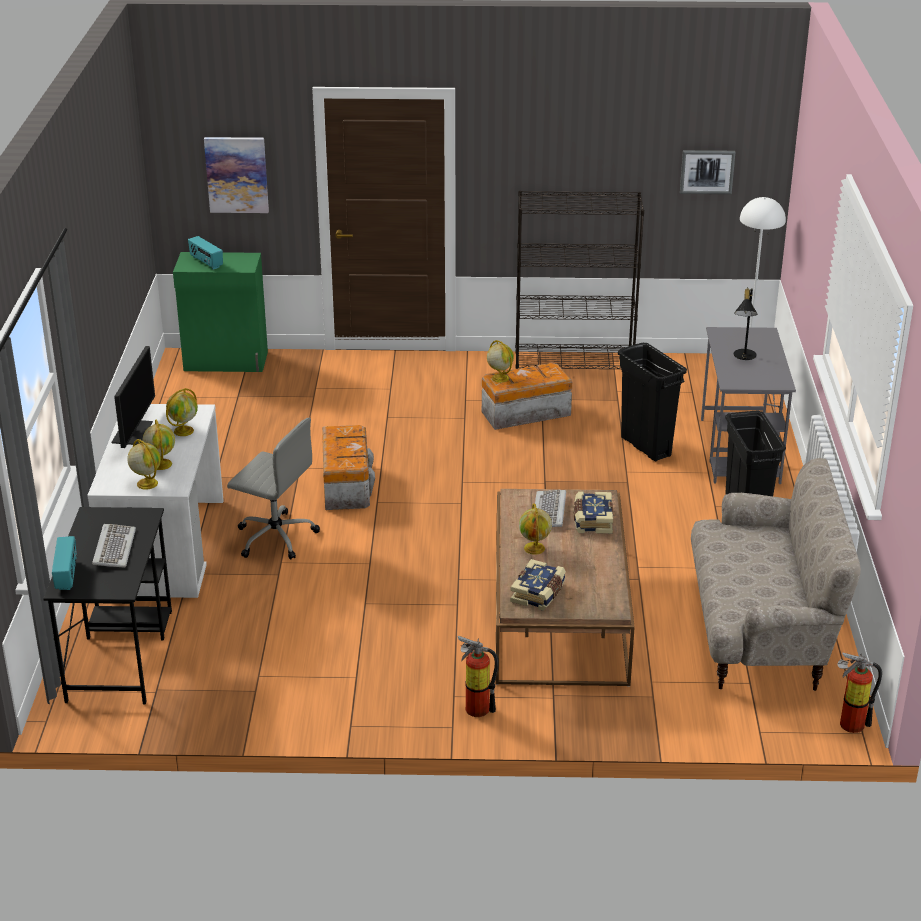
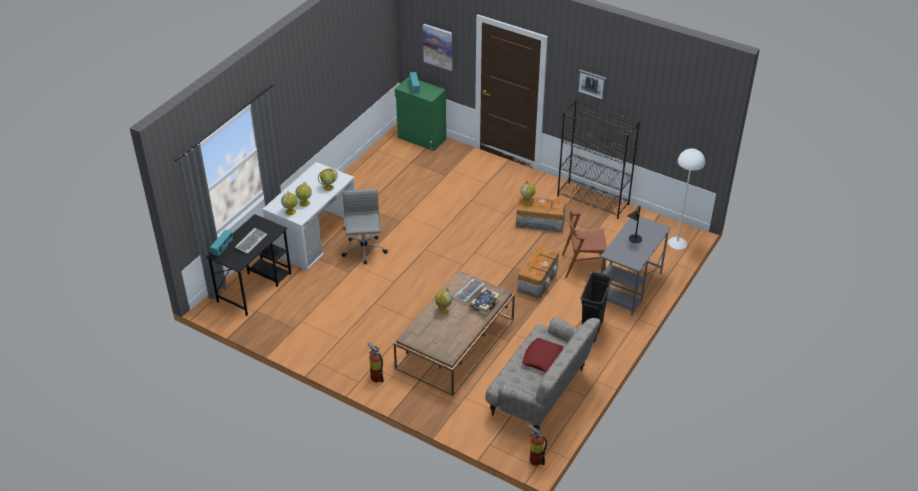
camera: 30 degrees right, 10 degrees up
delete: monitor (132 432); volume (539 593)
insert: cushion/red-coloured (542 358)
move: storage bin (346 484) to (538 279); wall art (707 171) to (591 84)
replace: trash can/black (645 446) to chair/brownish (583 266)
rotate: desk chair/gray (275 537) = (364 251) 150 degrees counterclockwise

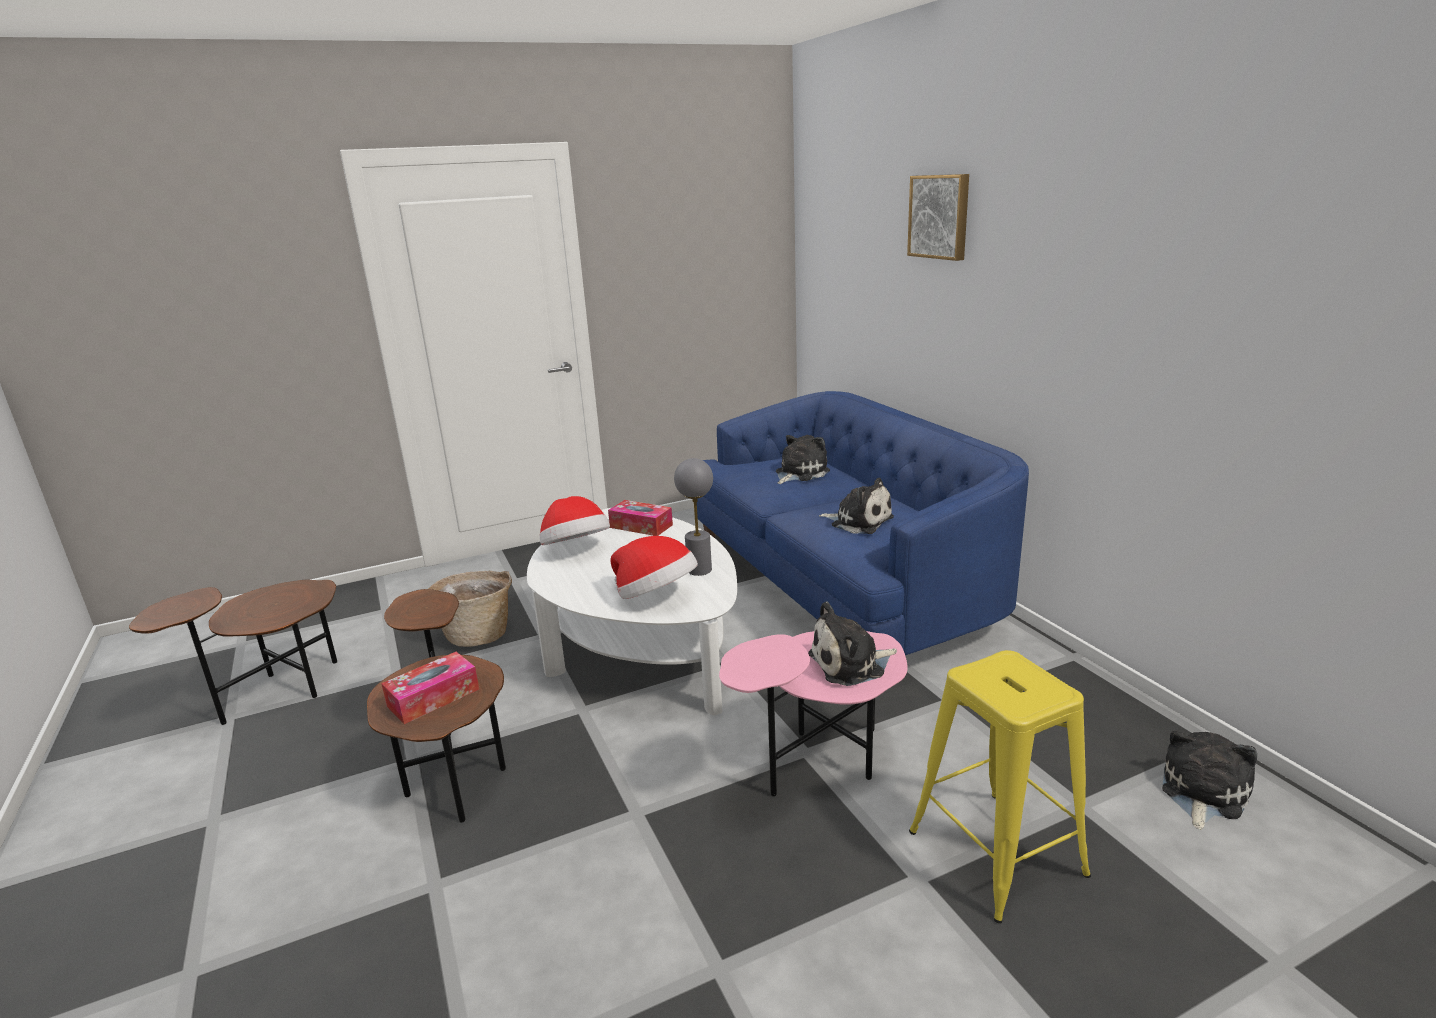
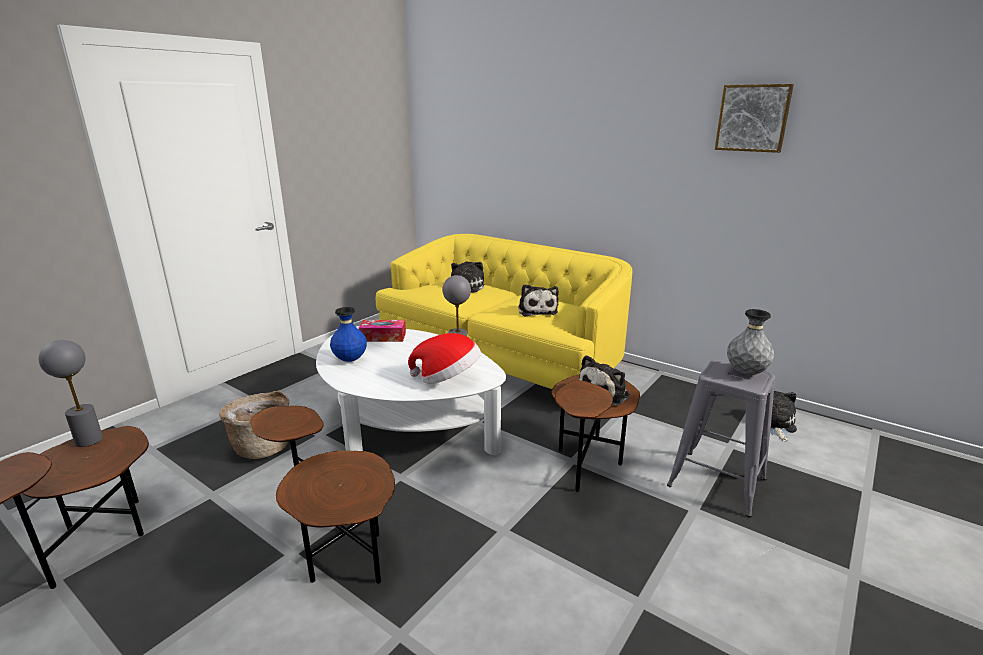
camera: 30 degrees left, 0 degrees up
delete: box of tissues (433 697)
insert: lamp for a table/gray (89 440); decorative vase/gray (746 373)
move: wall art (940 216) to (753 118)
replace: wearable hat (576 549) to decorative vase/bluish (350 360)
recolor: couch/bluish (842 583) to couch/yellow-coloured (502 358); side table/pink-coloured (820 765) to side table/brownish (587 465); stool seat/yellow-coloured (996 853) to stool seat/gray (716 482)
rotate: plush toy (858 521) = (537 310) 75 degrees clockwise

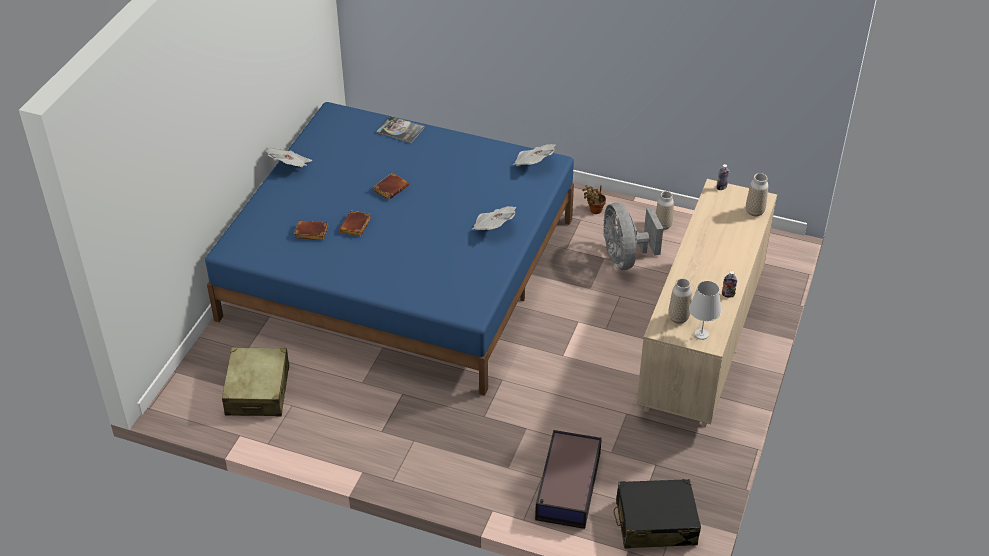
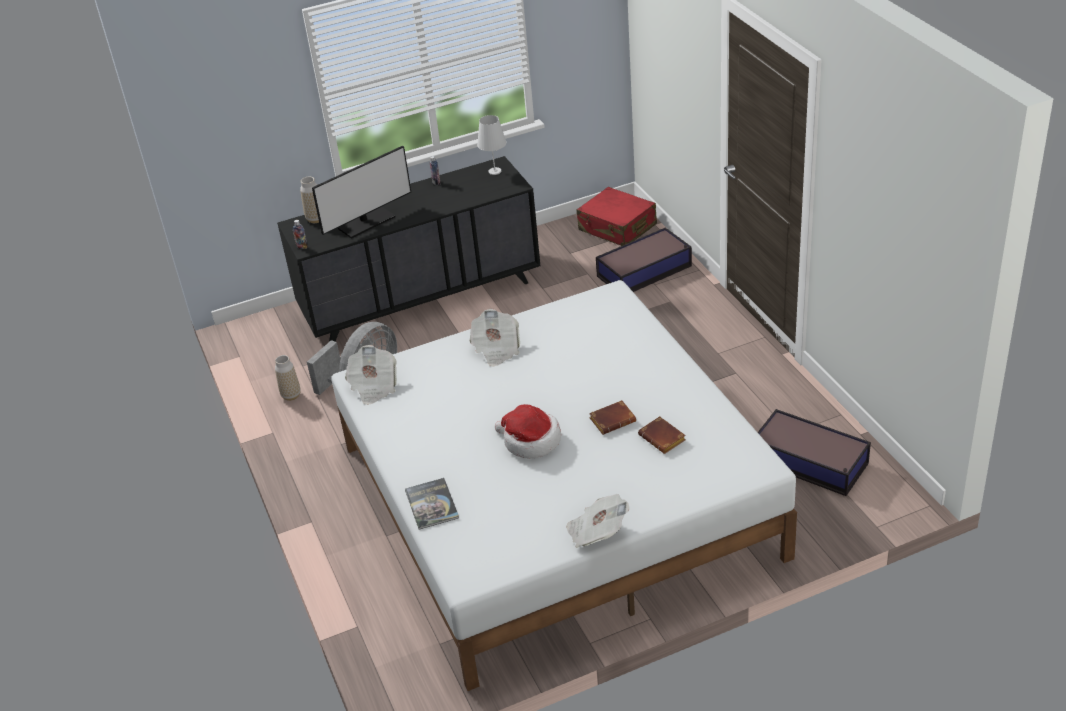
camera: 130 degrees left, 5 degrees down
delete: houseplant (594 210); decorative vase (678 318)
insert: monitor (366 223)
replace: volume/brownish (391 188) to wearable hat (530 441); suitcase/beige-coloured (258 391) to storage bin (810 462)
recolor: dresser/beige-coloured (701 344) to dresser/black (421 299); bed/bluish (400 268) to bed/white-coloured (555 500); suitcase/black (655 523) to suitcase/red-coloured (617 228)

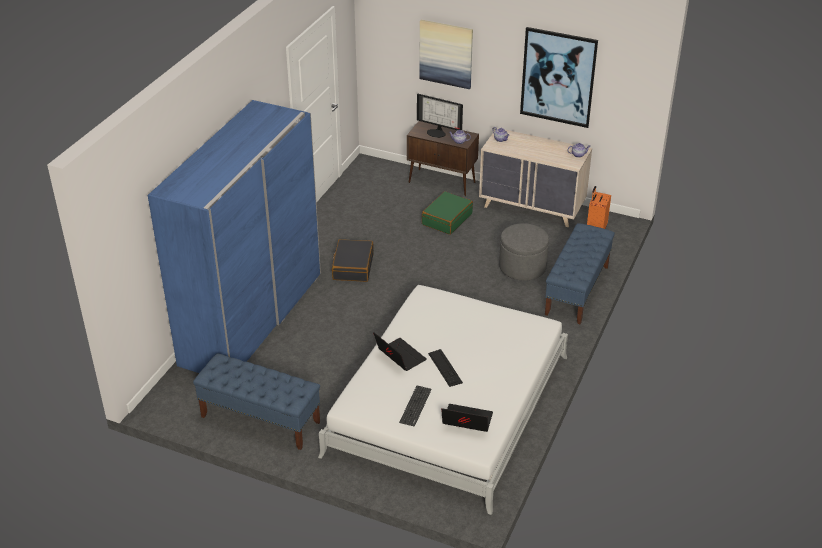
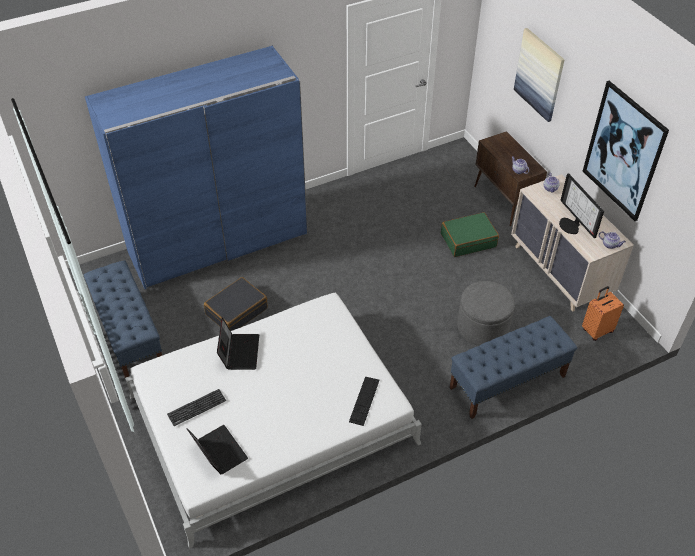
camera: 40 degrees right, 10 degrees up
move: suitcase/black (352 267) to (236 311); PC keyboard (445 368) to (364 400); monitor (437 132) to (571 225)

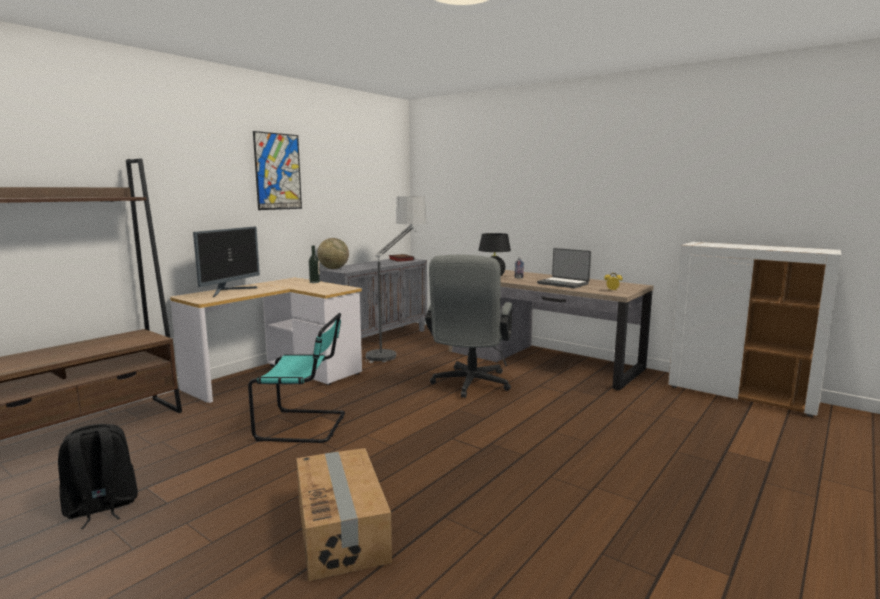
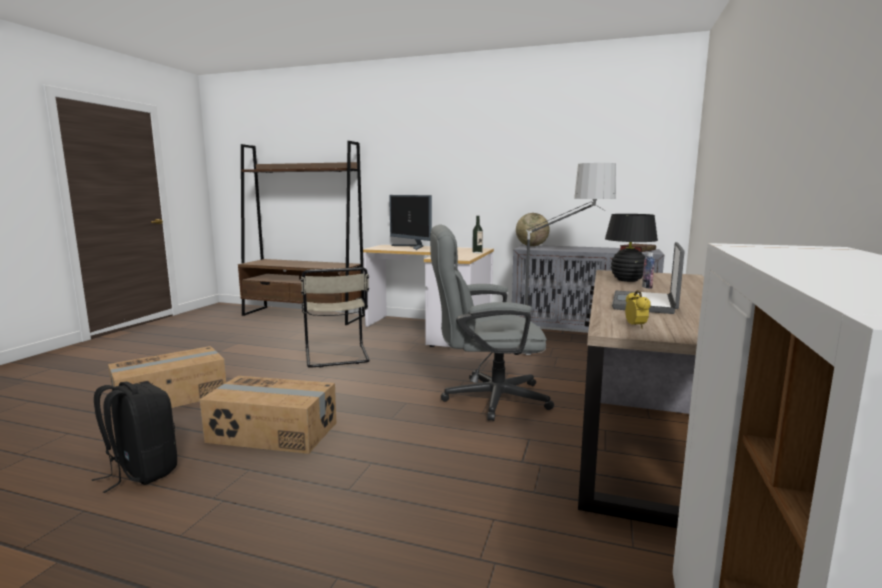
camera: 70 degrees right, 0 degrees up
delete: wall art (278 171)
insert: cardboard box (272 433)
move: knapsack/black (101 508) to (141 472)
recolor: chair/turquoise-coloured (305 426) to chair/beige-coloured (337 357)
rotate: monitor (229 291) = (412 247) 45 degrees clockwise

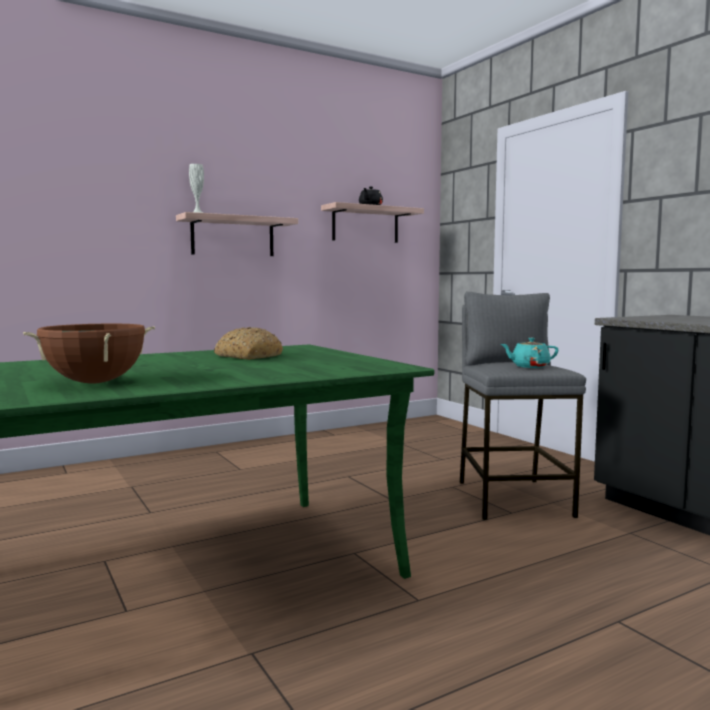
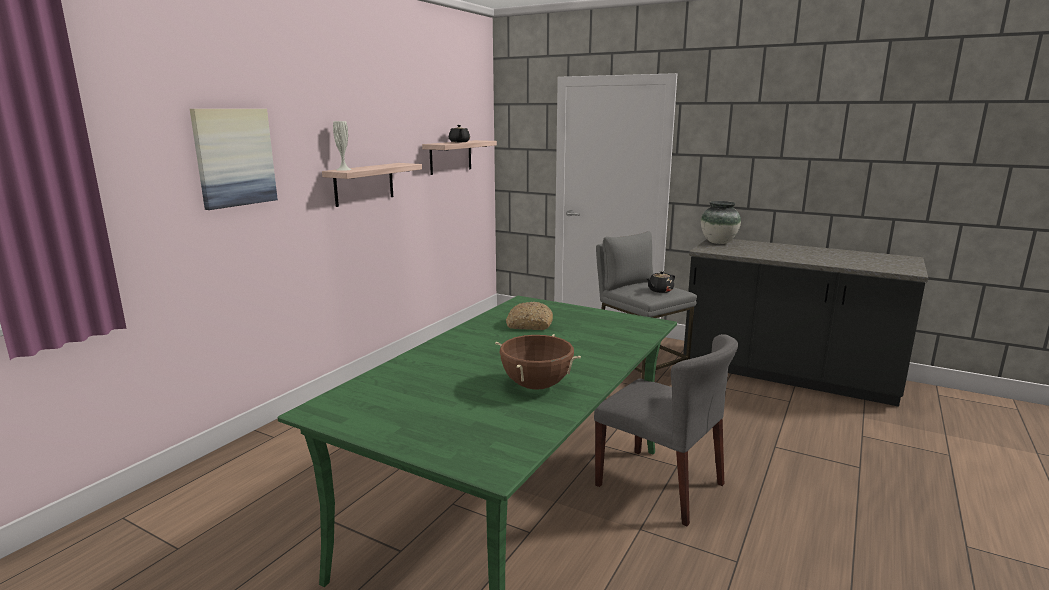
camera: 30 degrees left, 10 degrees up
insert: wall art (234 157); chair/gray (660 485); decorative vase (718 242)
recolor: pot for tea/turquoise-coloured (529 366) to pot for tea/black (660 290)

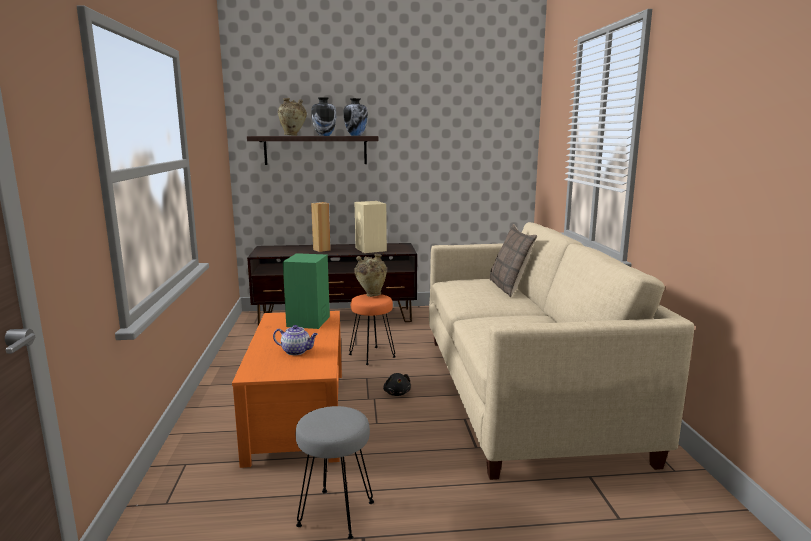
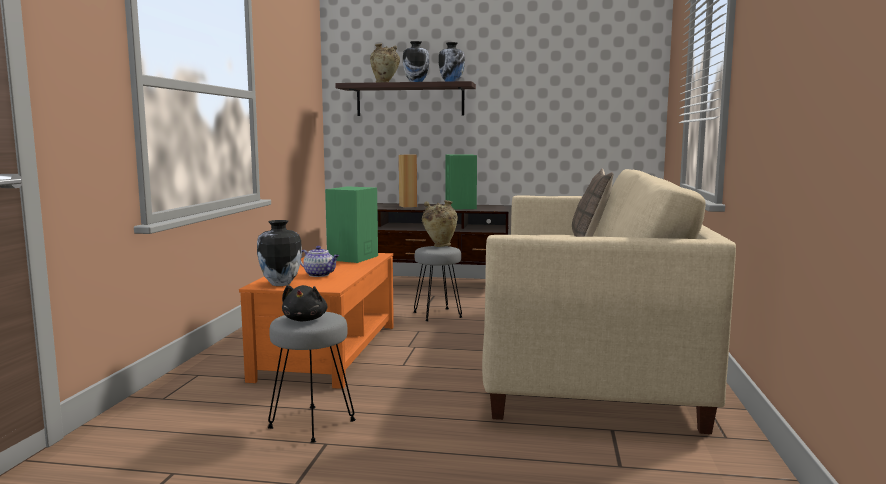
camera: 15 degrees right, 5 degrees down
insert: decorative vase (280 284)
move: plush toy/black (397 393) to (305 319)
recolor: stool seat/orange (372 355) to stool seat/gray (438 315); audio speaker/beige-coloured (371 249) to audio speaker/green (461 207)

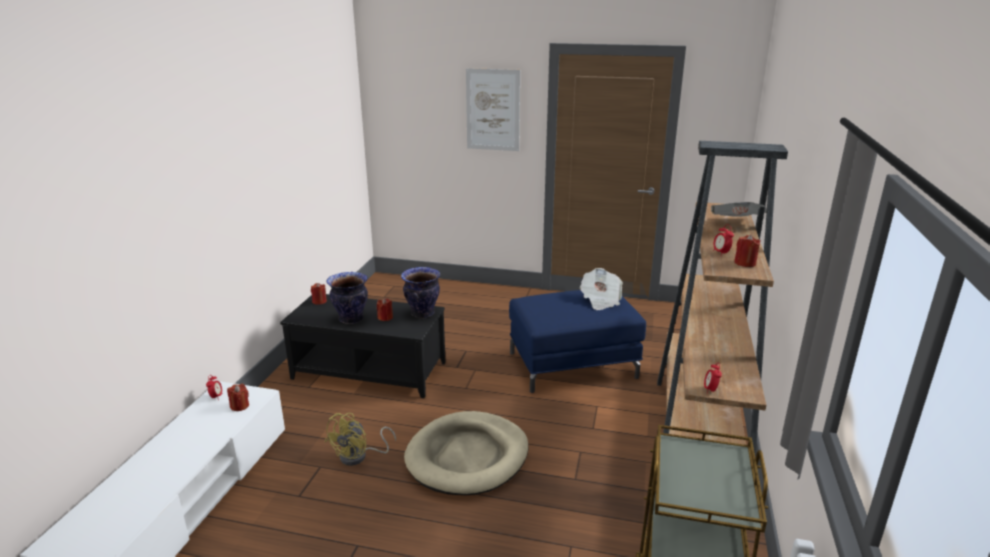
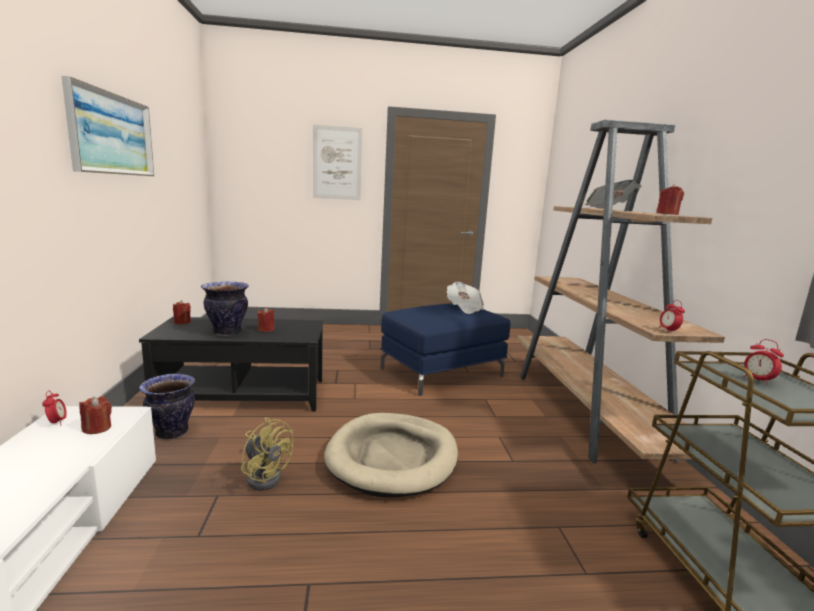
camera: 20 degrees left, 10 degrees down
insert: wall art (112 134)
move: decorative vase (422 313) to (171 432); bedside clock (721 253) to (757 380)
rotate: cooling fan/yellow-coloured (359 456) = (265 476) 60 degrees counterclockwise

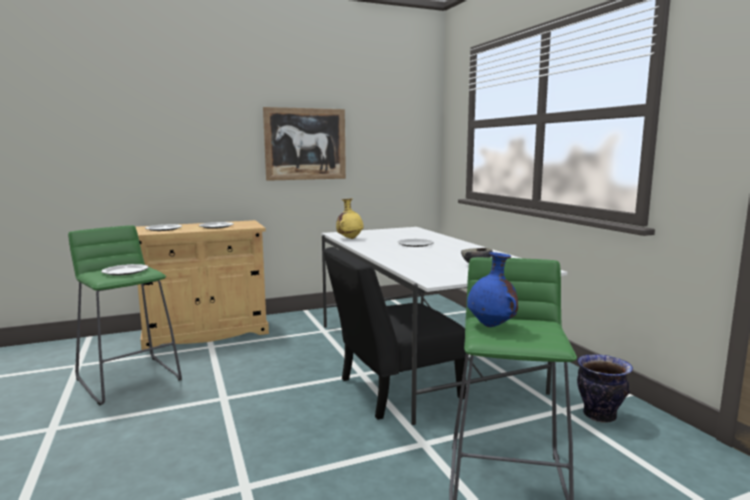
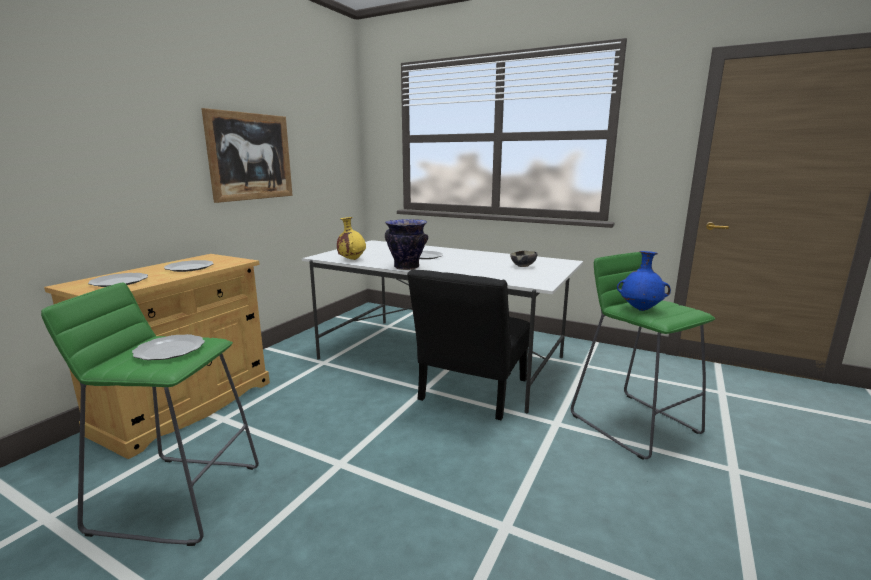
camera: 40 degrees left, 5 degrees up
move: decorative vase (599 416) to (406 267)

